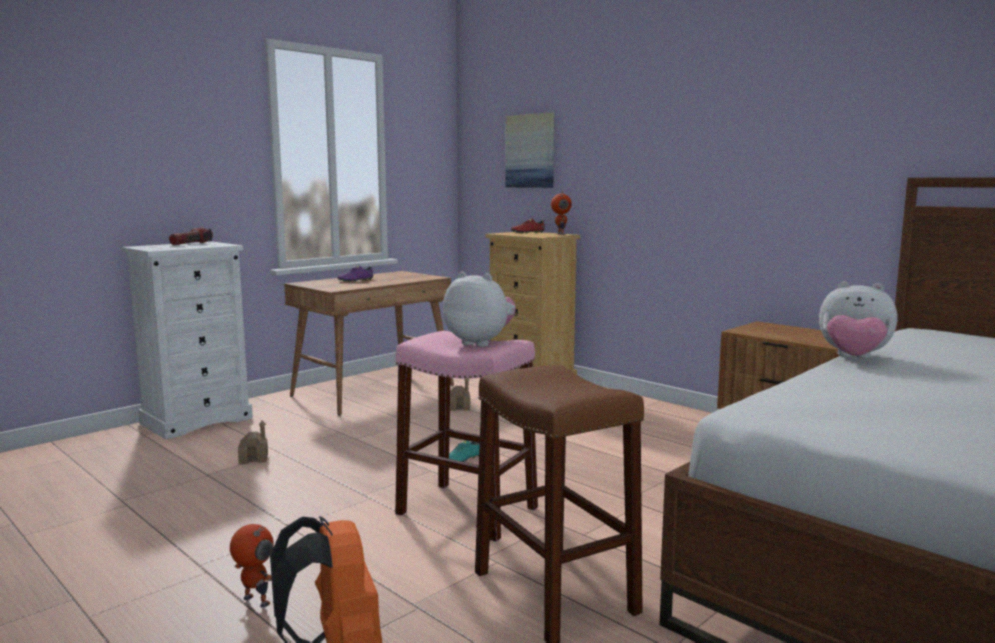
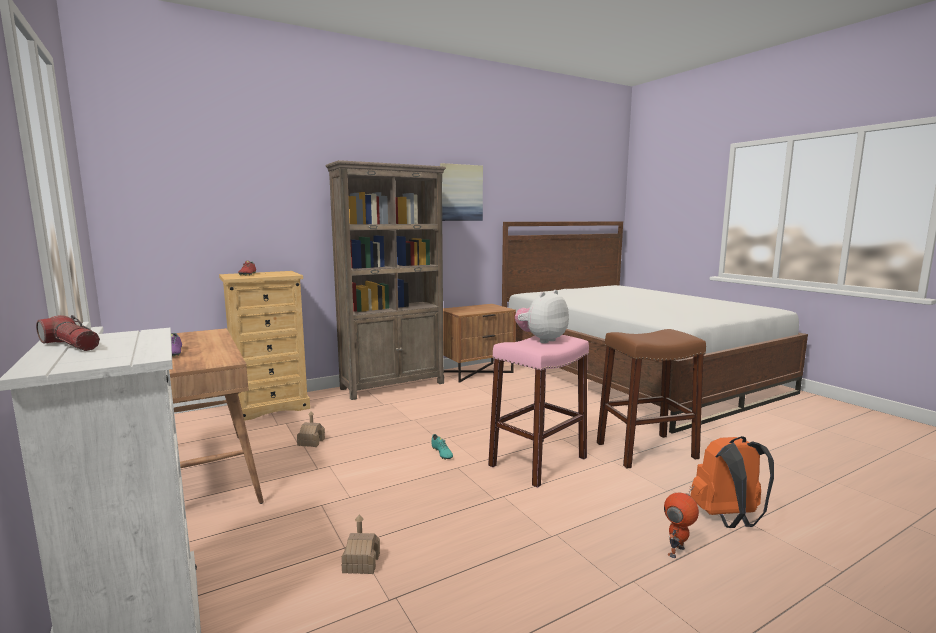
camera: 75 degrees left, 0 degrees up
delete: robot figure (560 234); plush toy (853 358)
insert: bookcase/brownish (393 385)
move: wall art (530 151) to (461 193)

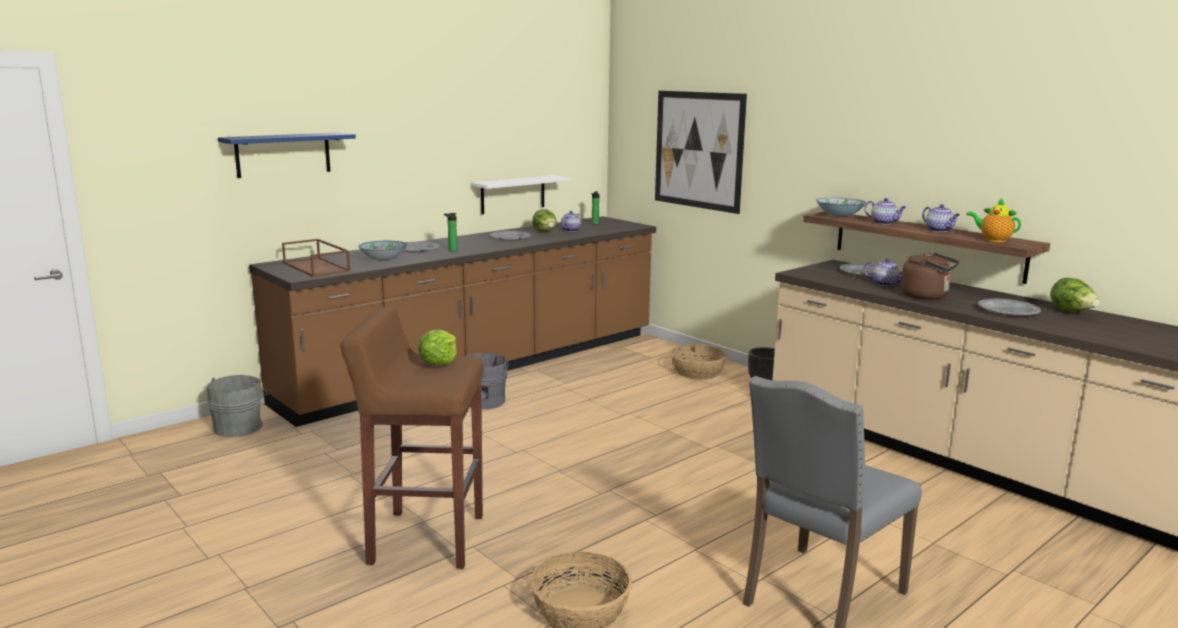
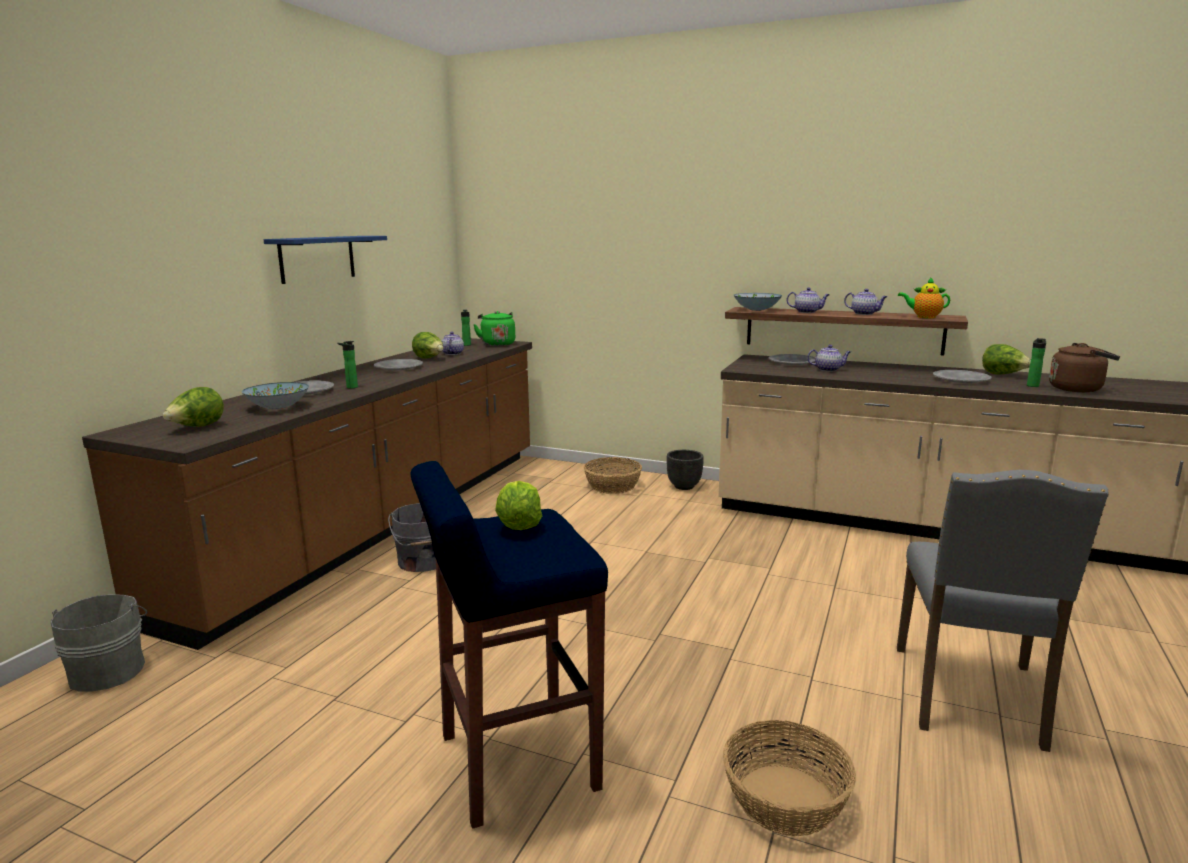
camera: 25 degrees left, 0 degrees up
delete: shelf/white-coloured (513 194); wall art (698 150)
insert: kettle/green (497 344); beverage bottle (1033 385)
move: shelf/bluish (283 154) to (317 258); kettle/brownish (927 296) to (1078 389)
replace: serving tray/brownish (317 267) to head of lettuce (197 427)
recolor: stool seat/brownish (425 539) to stool seat/bluish (515 763)

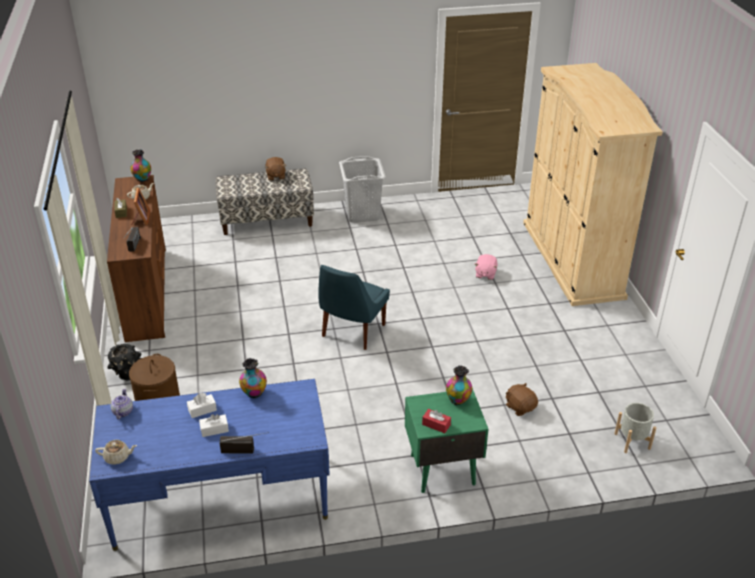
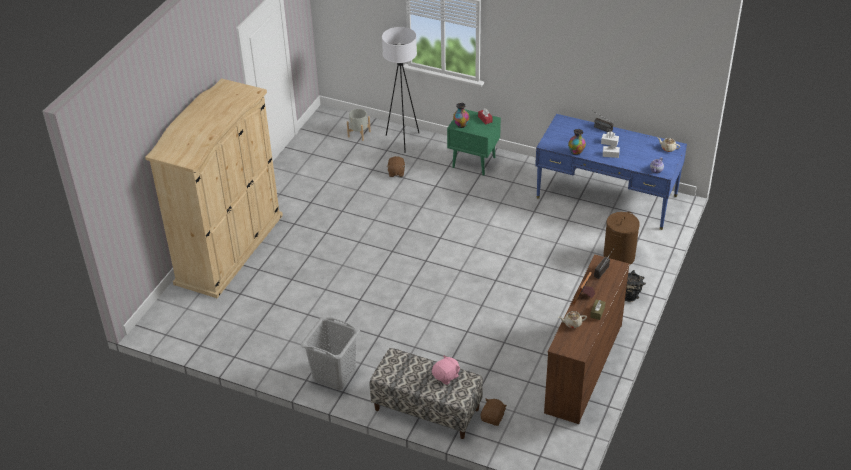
camera: 145 degrees left, 5 degrees up
delete: decorative vase (142 179); chair/bluish (352 332)
insert: floor lamp/white-coloured (403 140)
move: plush toy/pink-coloured (485 274) to (446 376); plush toy/brownish (275 176) to (493 418)

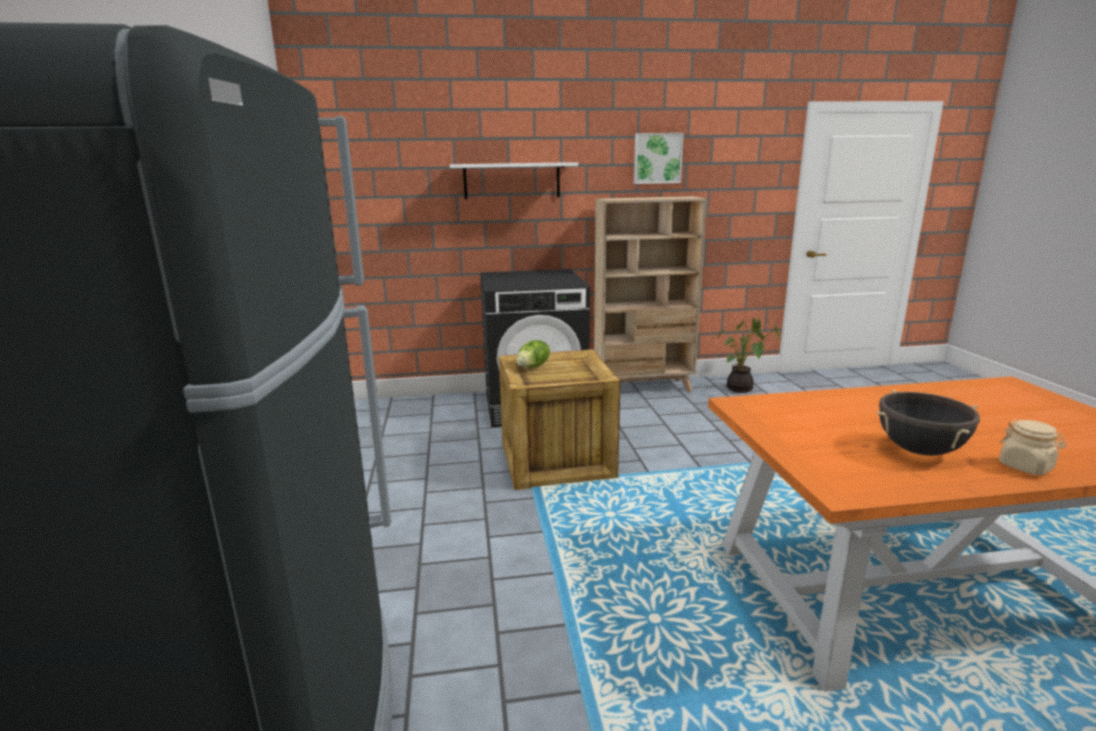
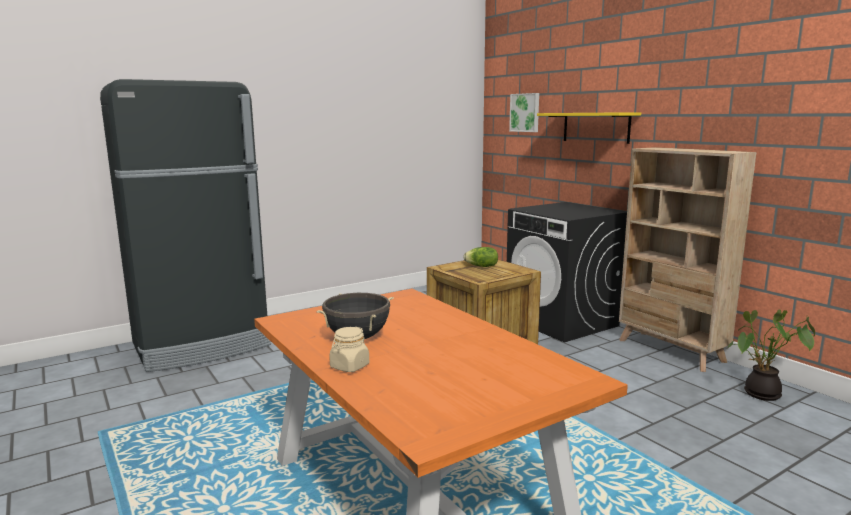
camera: 65 degrees right, 5 degrees down
move: wall art (657 158) to (525 112)
recolor: shelf/white-coloured (512 180) to shelf/yellow-coloured (595 127)

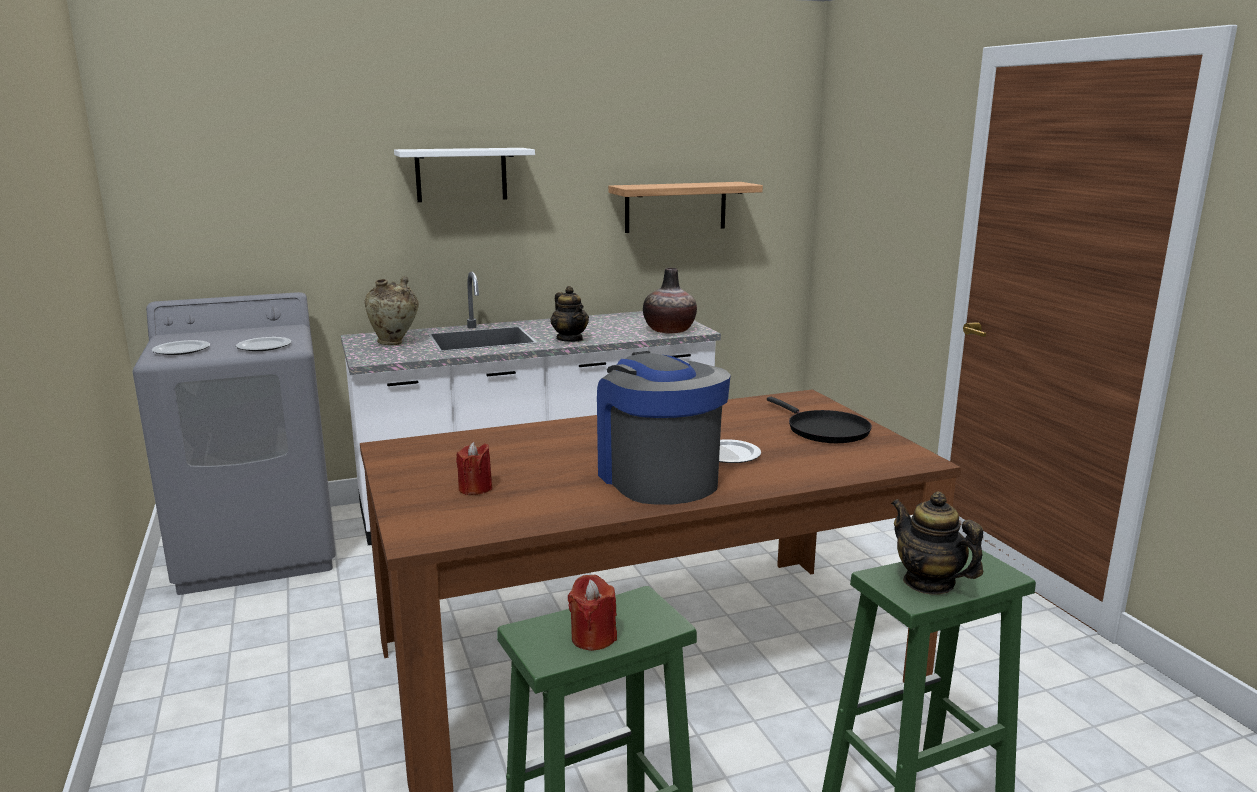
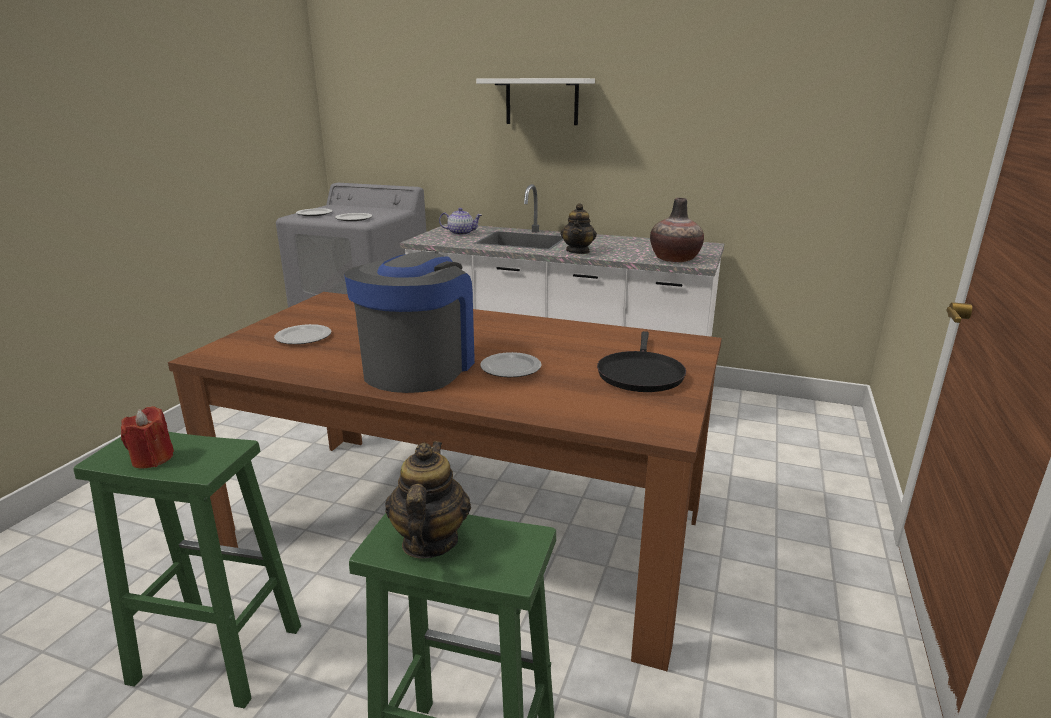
camera: 40 degrees right, 5 degrees up
delete: shelf (675 207)
replace: wax light/red-coloured (475 489) to plate (304 337); decorative vase/beige-coloured (394 343) to pot for tea (461 233)

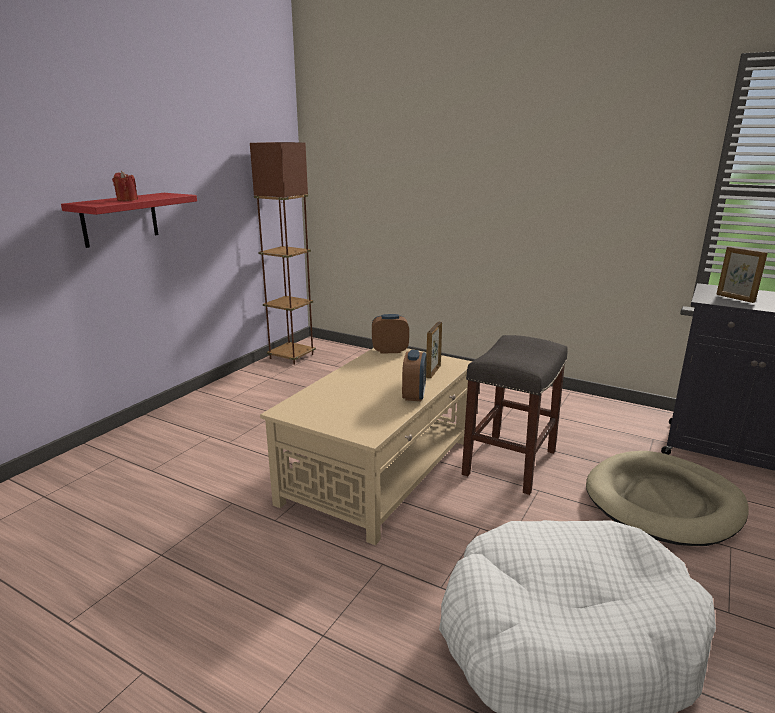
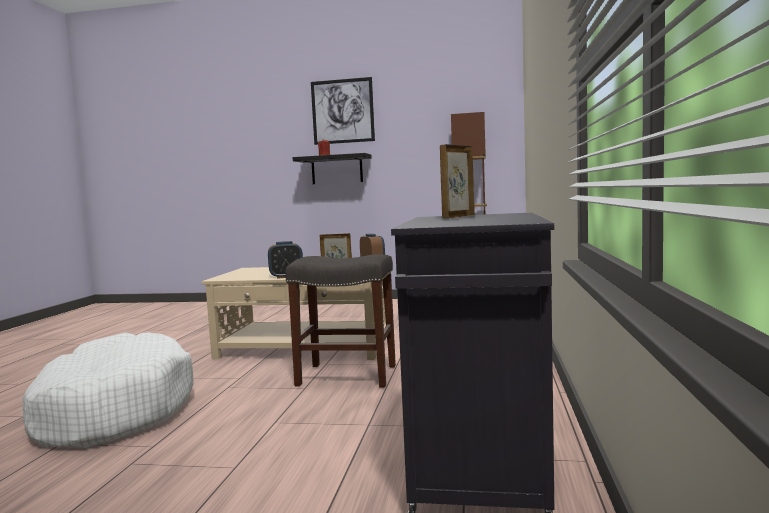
camera: 70 degrees right, 15 degrees down
delete: dog cushion/beige-coloured (663 502)
insert: wall art (342 111)
recolor: shelf/red-coloured (120 219) to shelf/black (337 169)

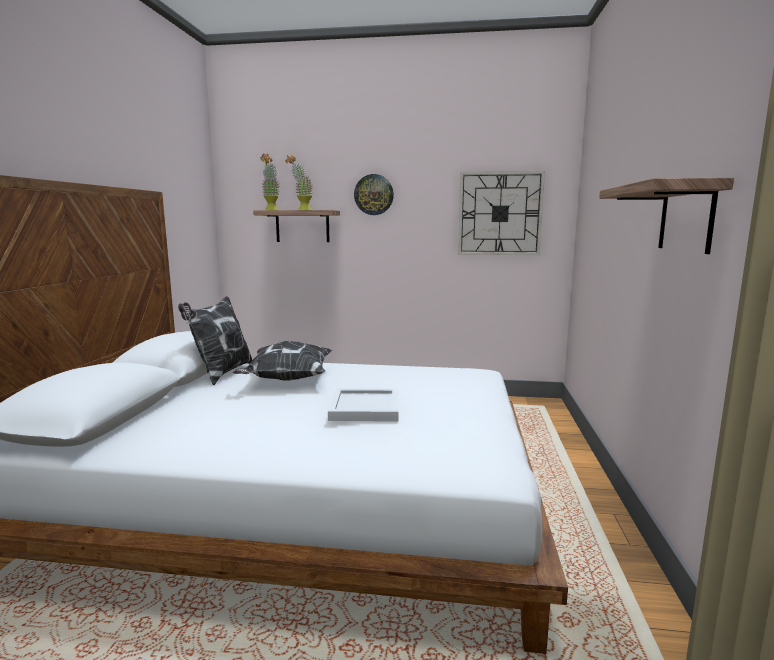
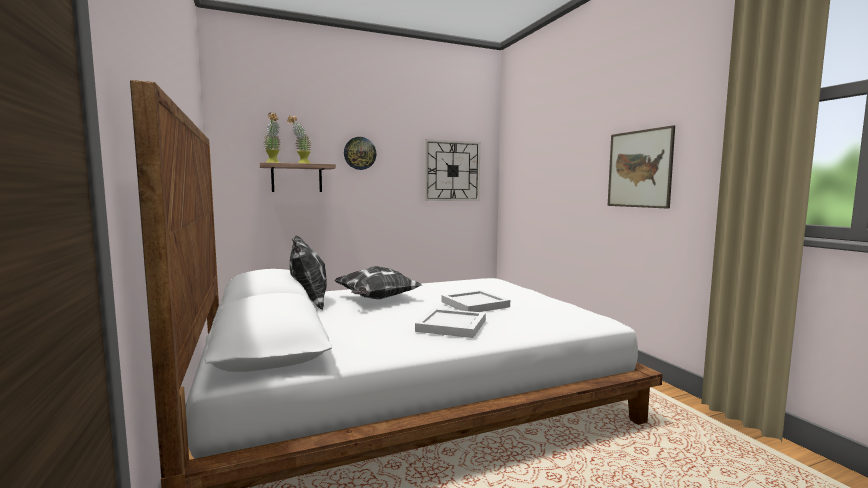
camera: 30 degrees left, 5 degrees down
insert: serving tray/white-coloured (450 326)
replace: shelf (686 218) to wall art (639 169)

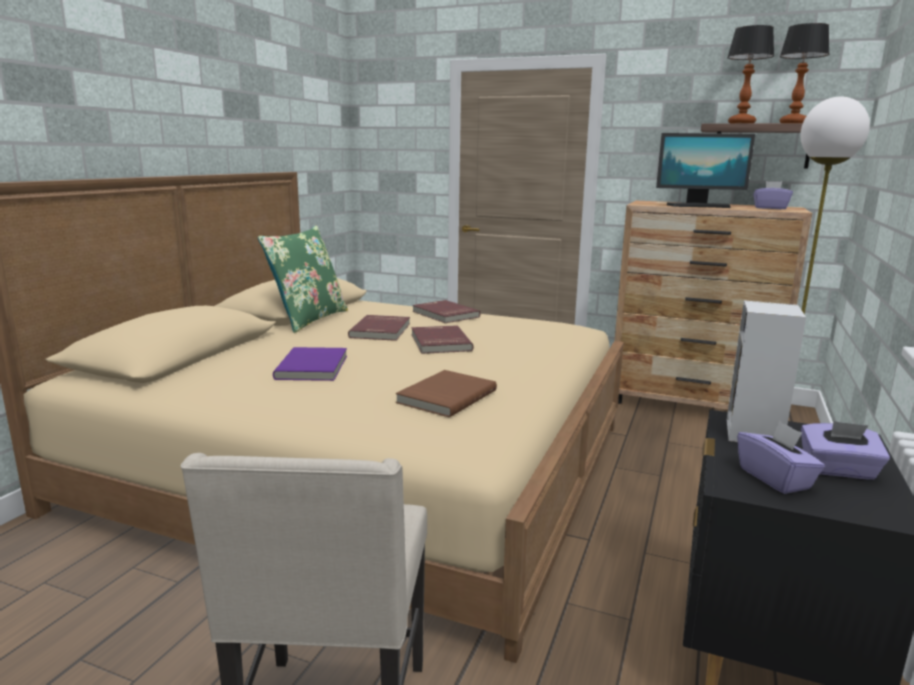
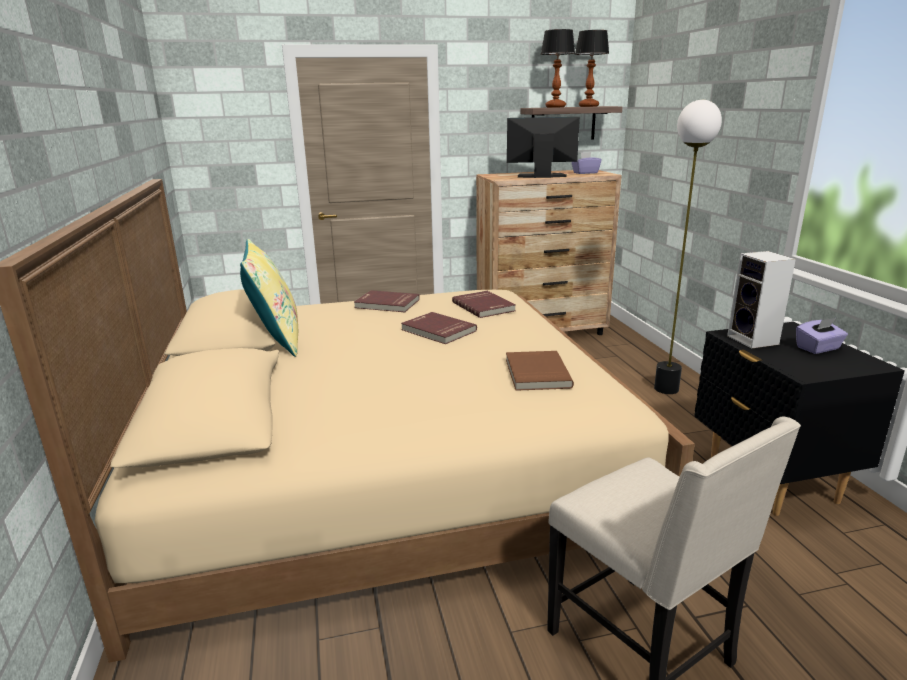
camera: 35 degrees left, 5 degrees up
delete: volume/purplish (314 367); box of tissues/purplish (775 478)
move: volume/red-coloured (381 330) to (484 306)
recolor: cushion/green (308 319) to cushion/yellow-coloured (276 339)
rotate: monitor (699 206) = (541 176) 150 degrees counterclockwise

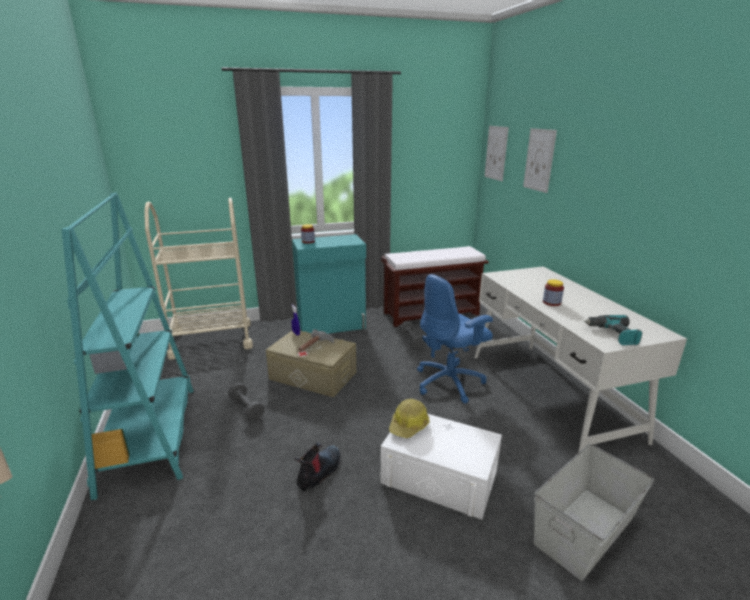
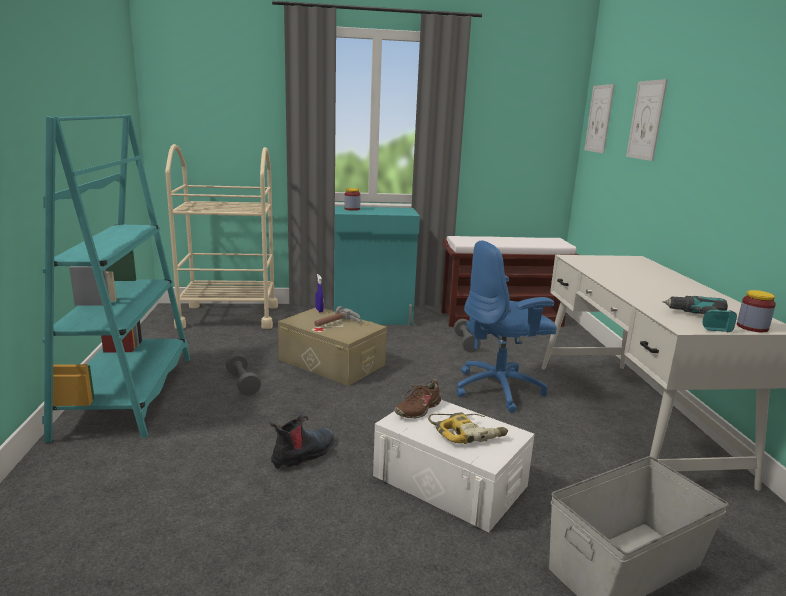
camera: 10 degrees right, 5 degrees down
insert: drill (467 433)
move: storage jar (551 302) to (752 327)
replace: work helmet (409 425) to low shoe/brownish (418 409)

